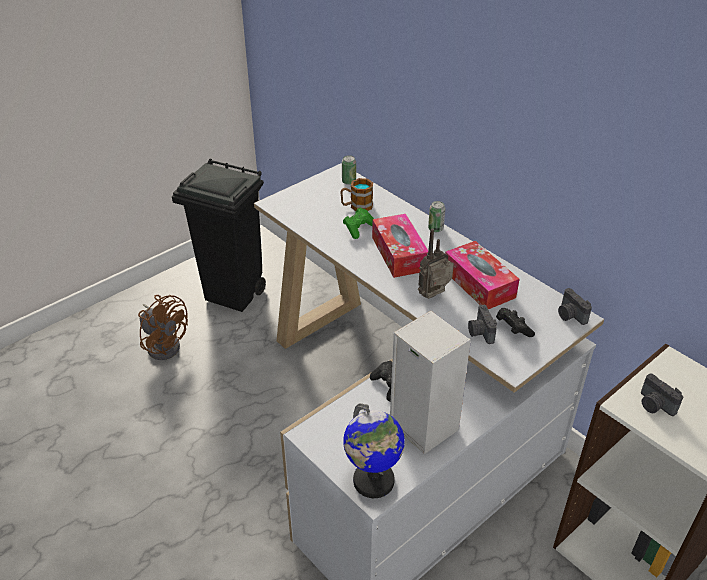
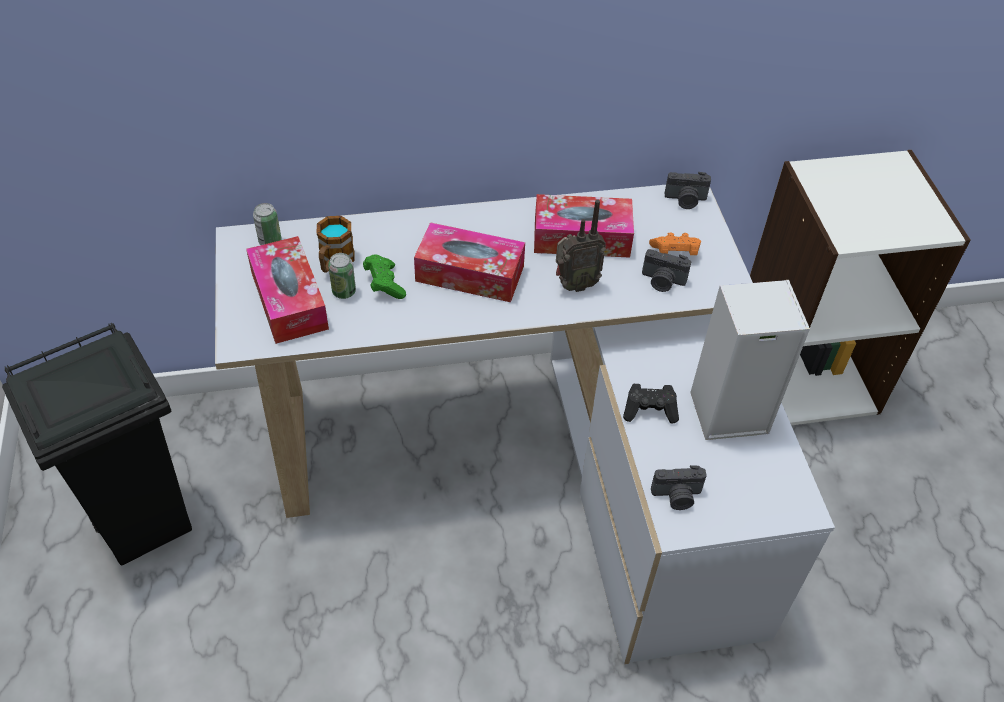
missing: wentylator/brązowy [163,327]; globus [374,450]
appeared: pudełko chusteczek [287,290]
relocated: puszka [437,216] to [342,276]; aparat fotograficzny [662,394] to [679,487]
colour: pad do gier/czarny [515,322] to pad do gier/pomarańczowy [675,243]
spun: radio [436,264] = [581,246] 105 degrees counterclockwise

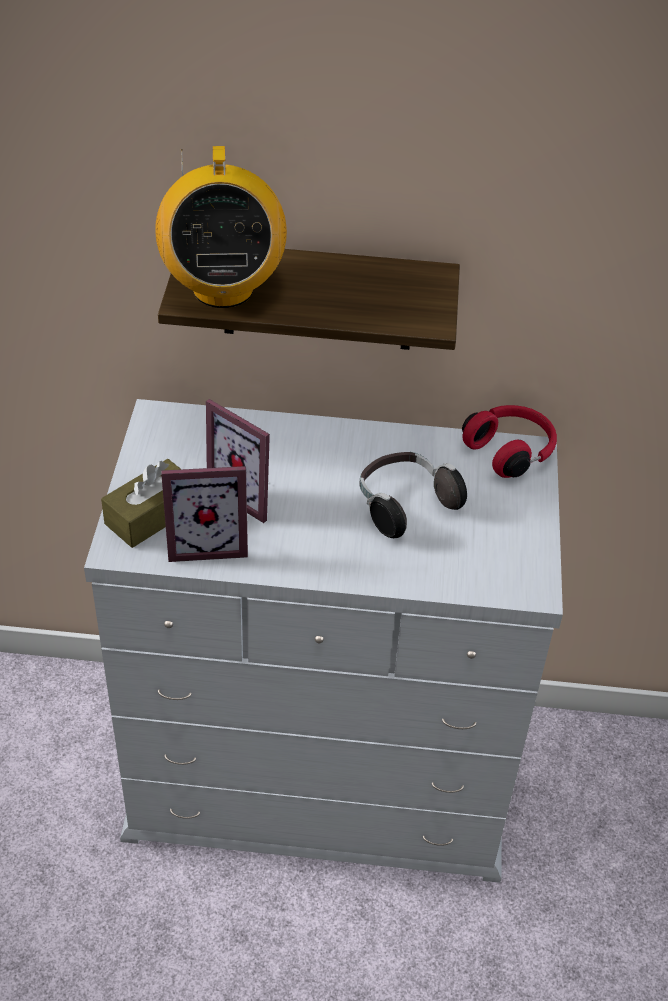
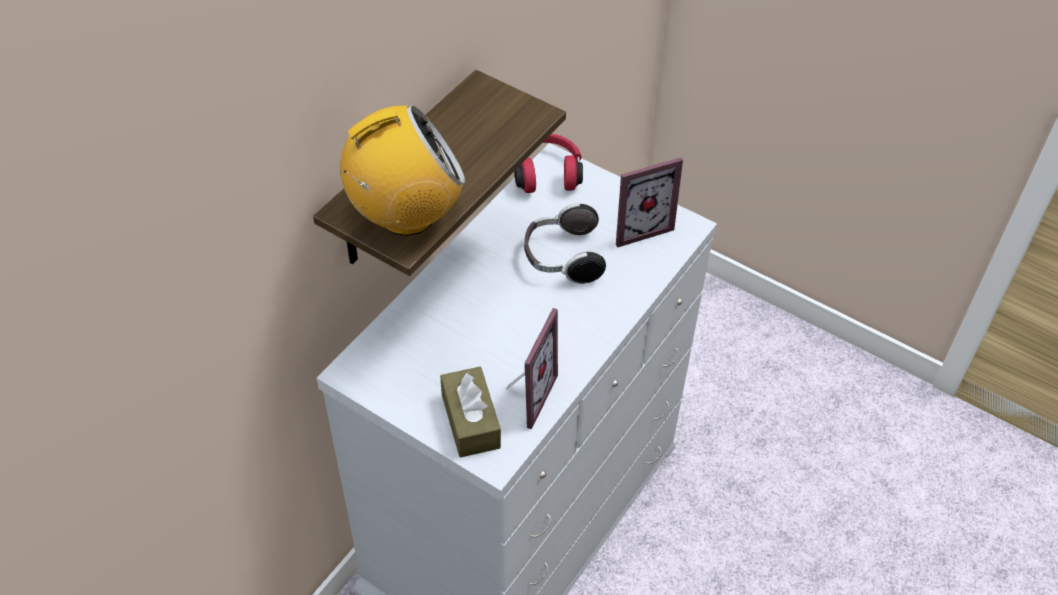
relocated: ramka na zdjęcie [238,461] to [649,203]
spun: radio [221,227] = [402,170] 45 degrees counterclockwise

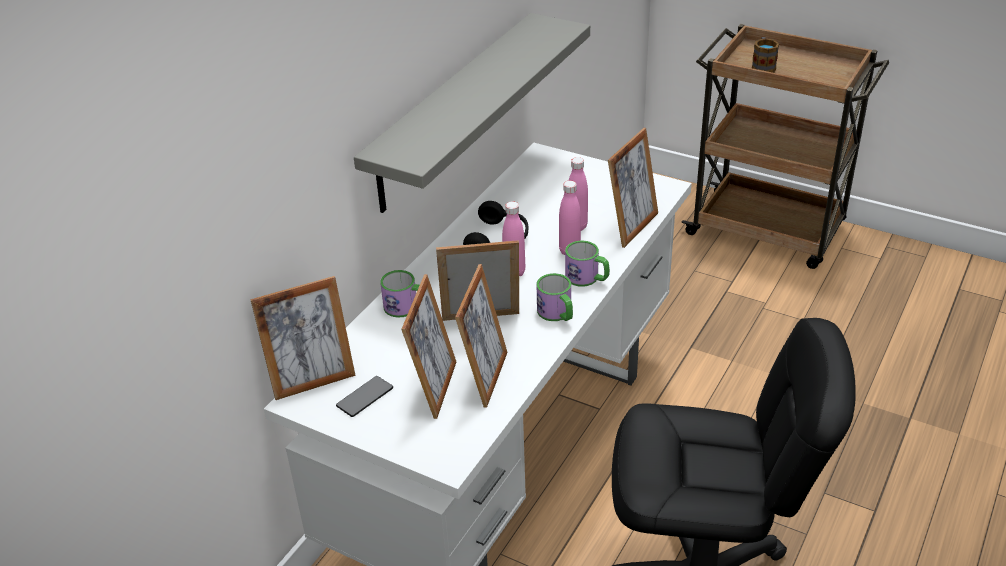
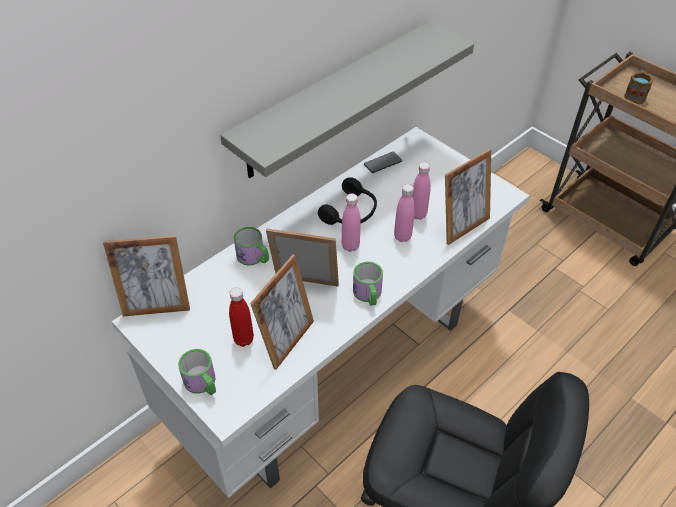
relocated: telefon [364,396] to [383,162]; kubek [587,263] to [197,372]
exchanged: ramka na zdjęcie [428,346] to butelka/czerwony [241,317]

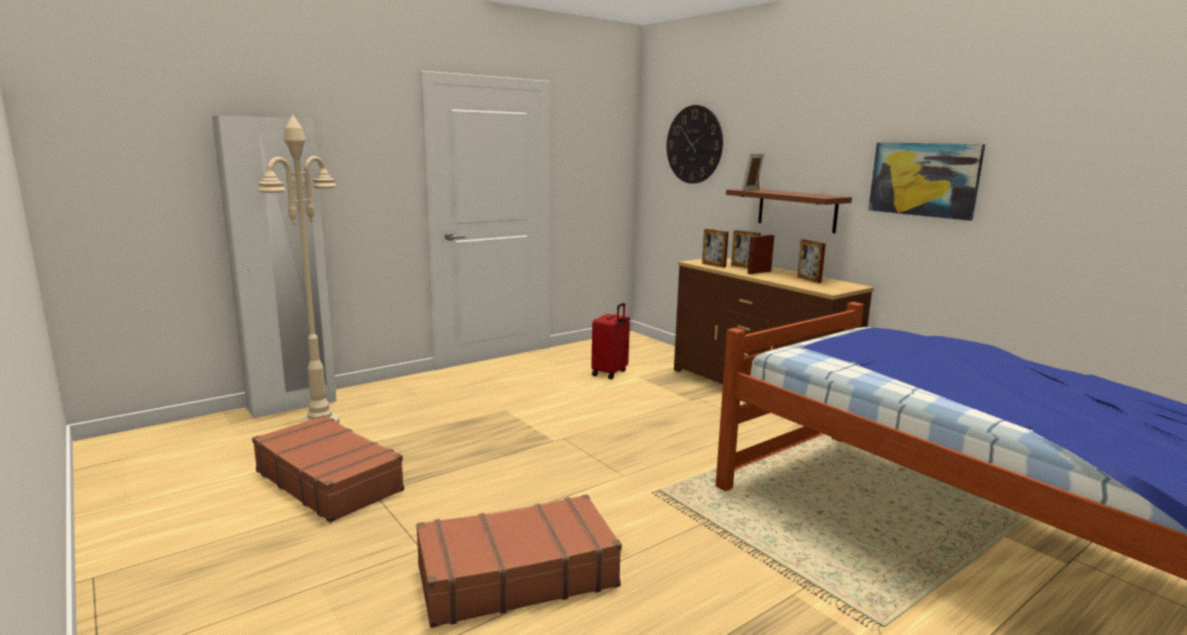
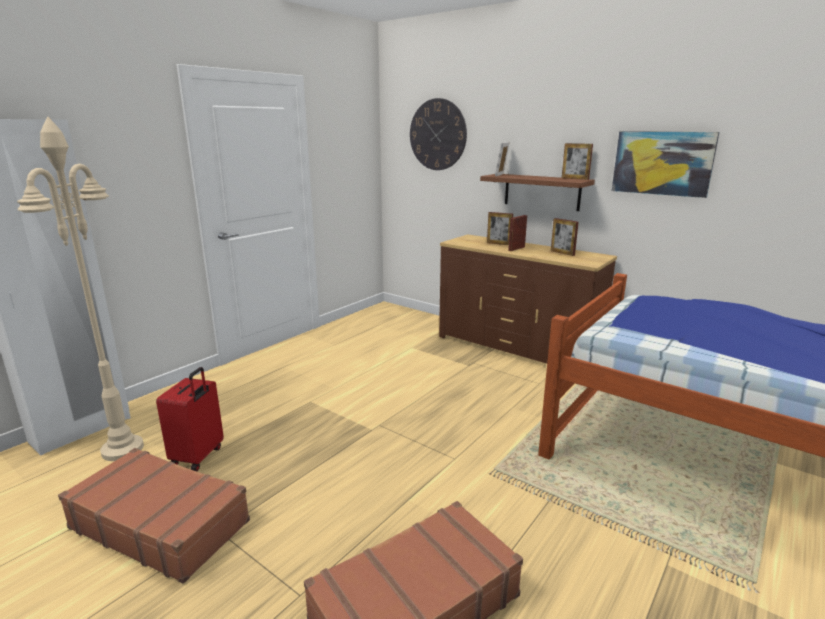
relocated: walizka/czerwony [610,341] to [190,419]; ramka na zdjęcie [715,248] to [577,161]

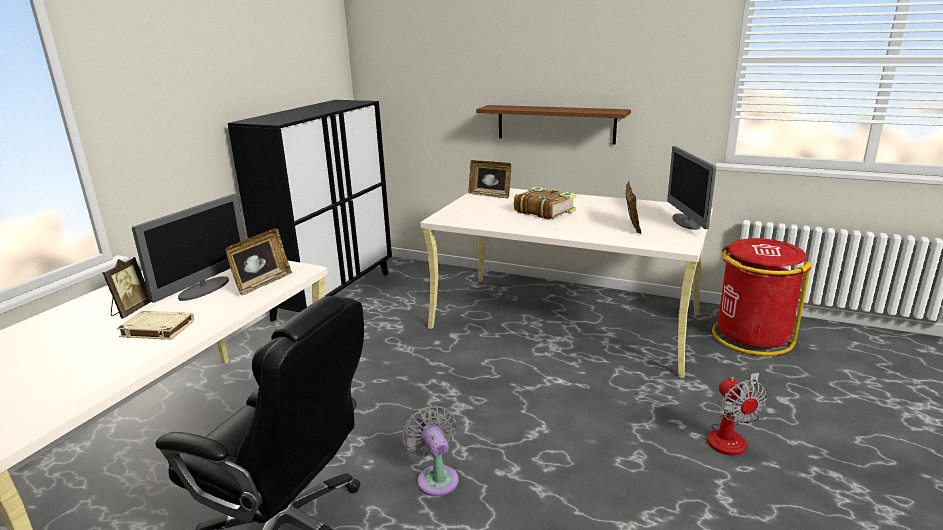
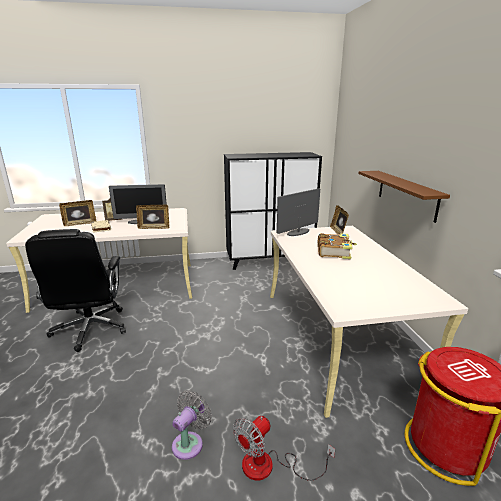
relocated: wentylator/szary [430,450] to [192,425]; ramka na zdjęcie [633,208] to [77,213]; monitor [691,188] to [298,212]

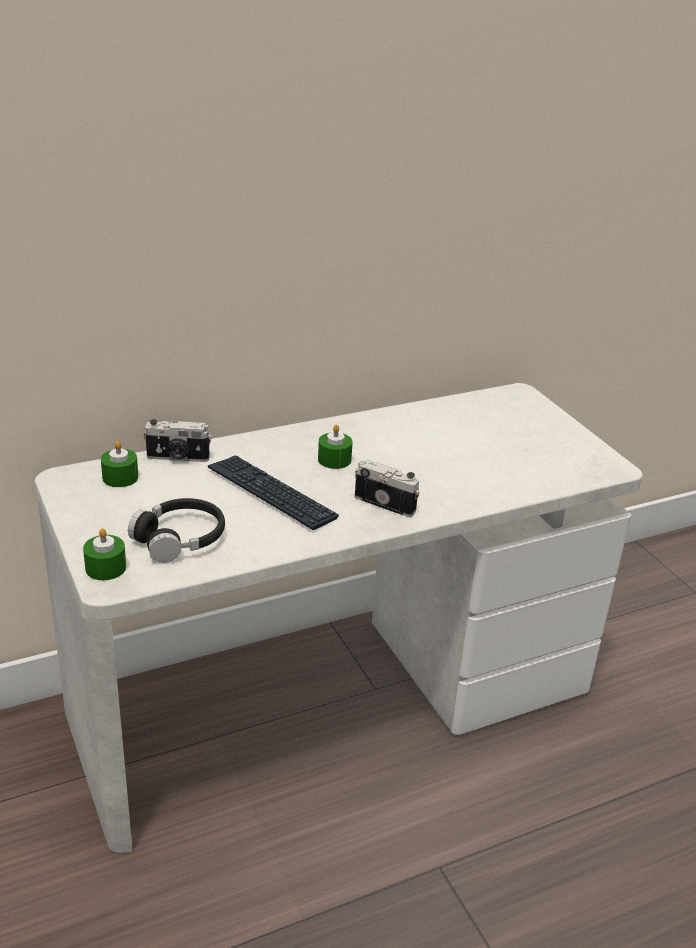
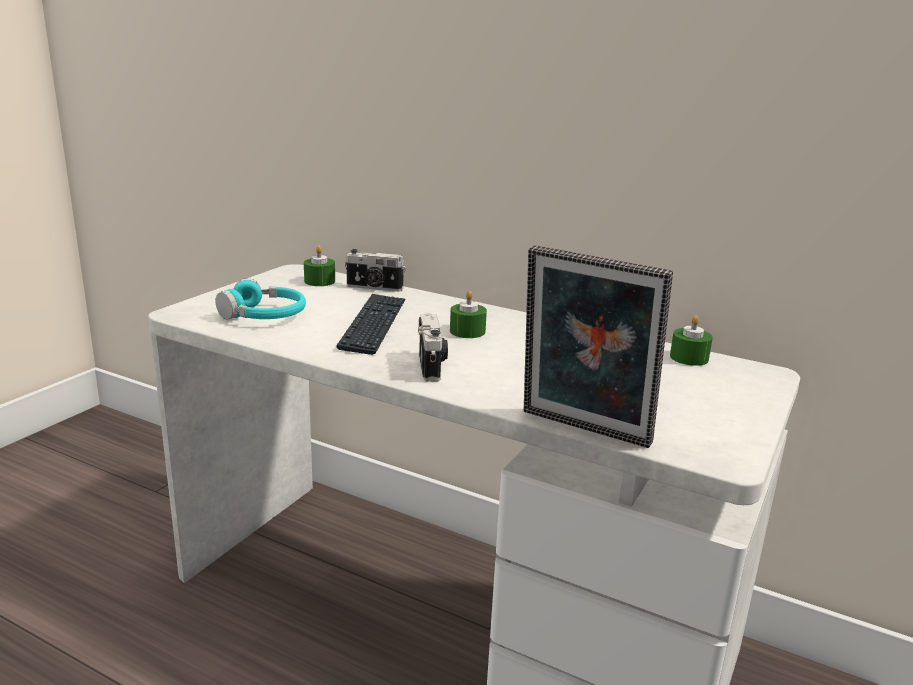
appeared: ramka na zdjęcie [598,347]
relocated: świeca/zielony [104,554] to [691,340]
colour: słuchawki/czarny [176,530] to słuchawki/turkusowy [260,299]
spun: aparat fotograficzny [177,440] = [375,270] 45 degrees counterclockwise

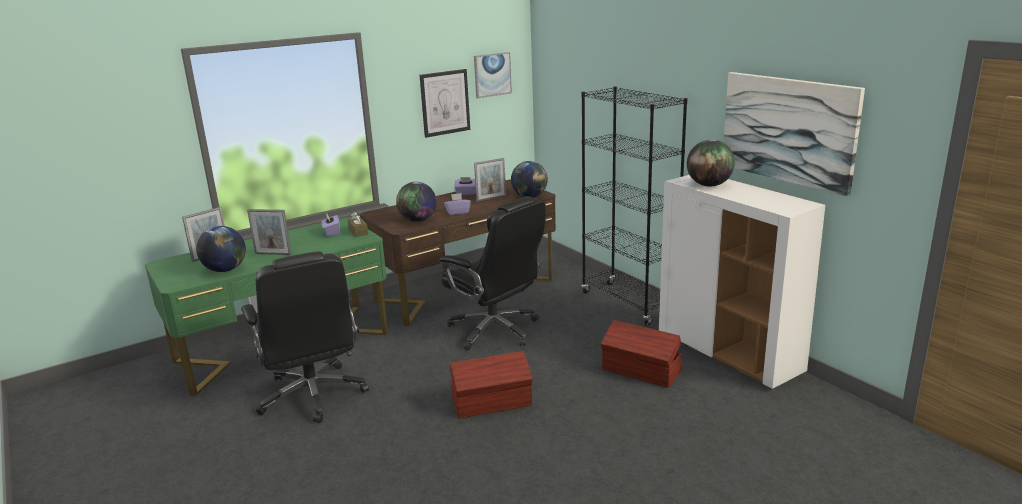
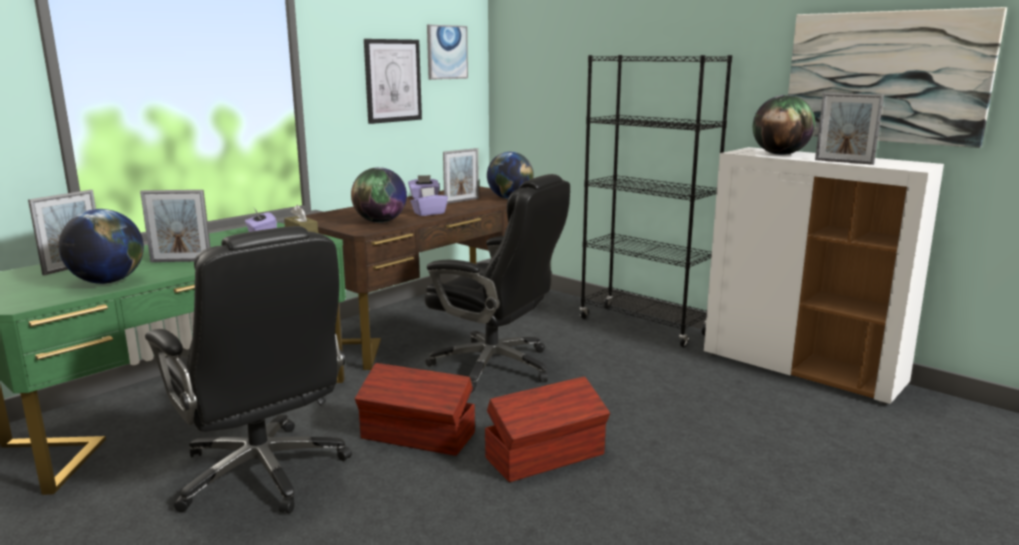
appeared: ramka na zdjęcie [849,129]
relocated: pojemnik do przechowywania/brązowy [641,354] to [415,409]

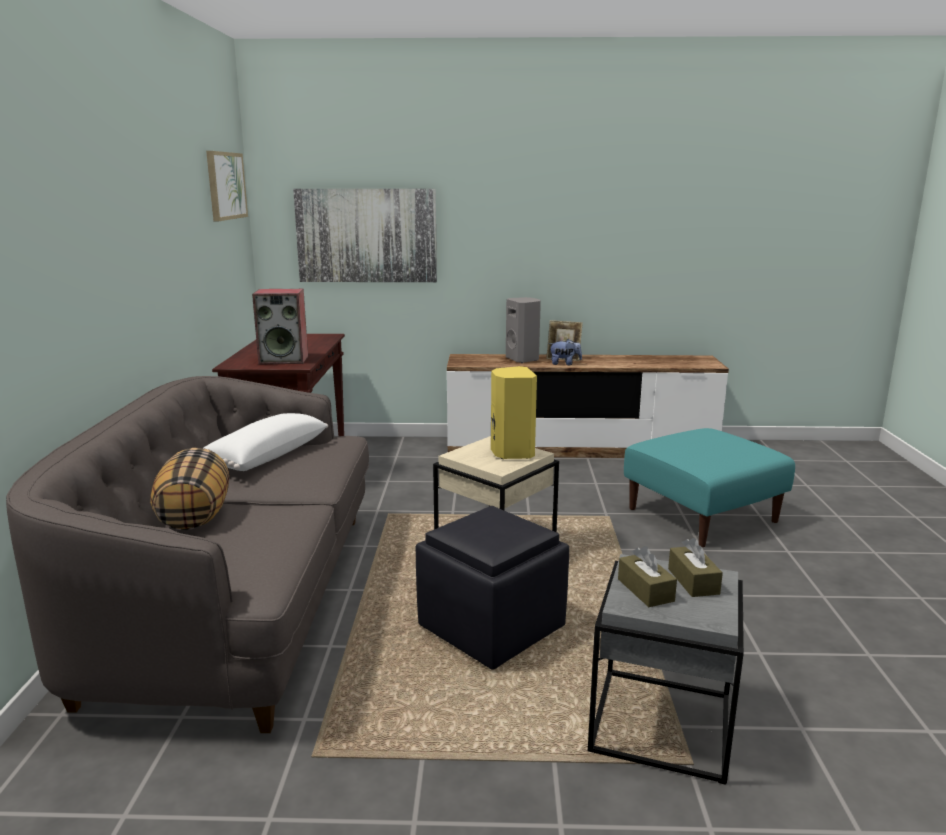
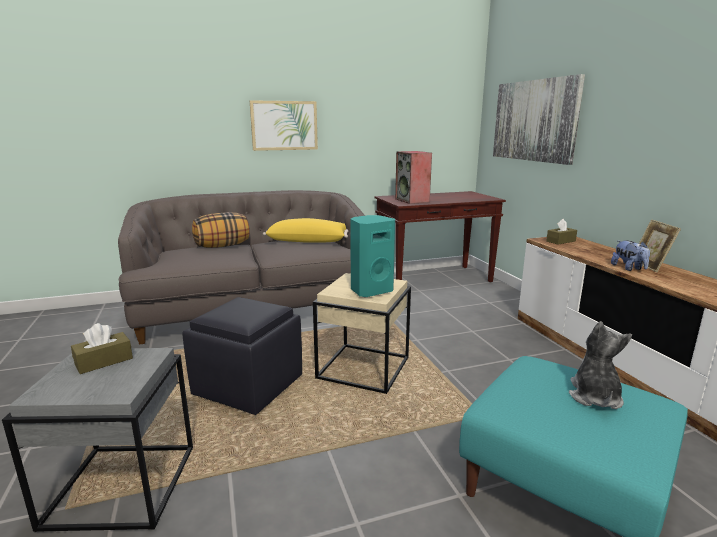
missing: głośnik/szary [523,330]
appeared: pluszak [600,365]
relocated: obraz [227,186] to [284,125]; pudełko chusteczek/brązowy [695,567] to [561,232]
colour: poduszka/biały [266,442] to poduszka/żółty [305,230]; głośnik/żółty [514,412] to głośnik/turkusowy [372,256]

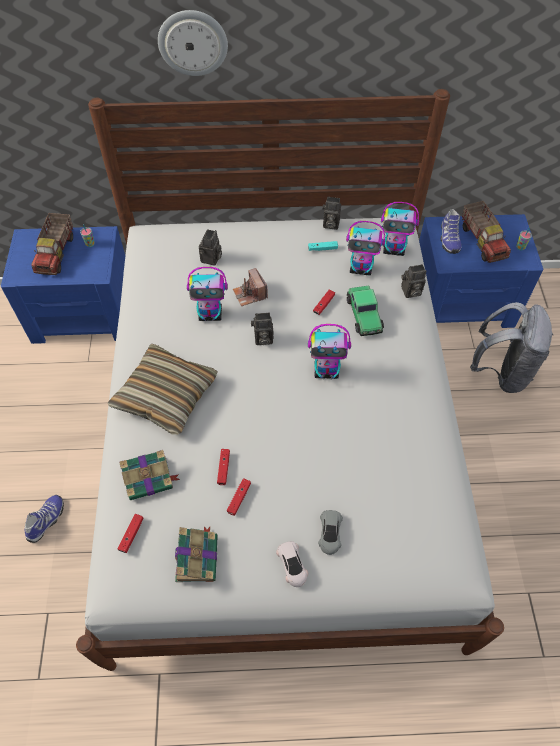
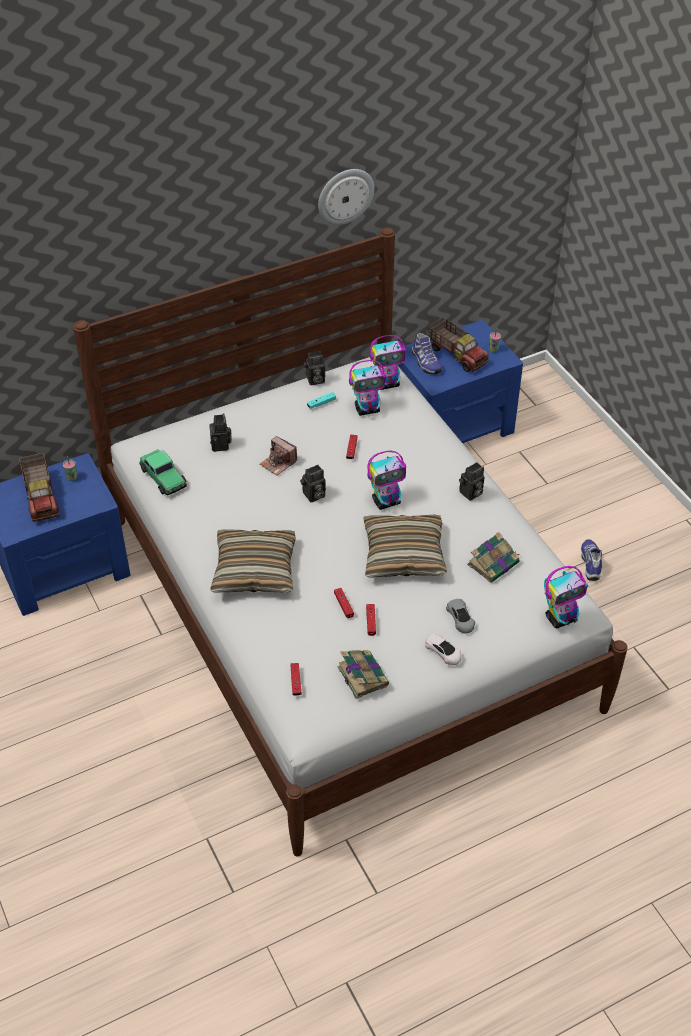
missing: plecak/szary [511,347]
appeared: poduszka [405,546]
relocated: but [44,519] to [591,560]; książka [149,475] to [493,557]; zegar ścienny [193,43] to [346,197]; robot zabawkowy [207,294] to [566,597]; samochodzik [365,311] to [163,472]; aparat fotograficzny [413,281] to [472,481]

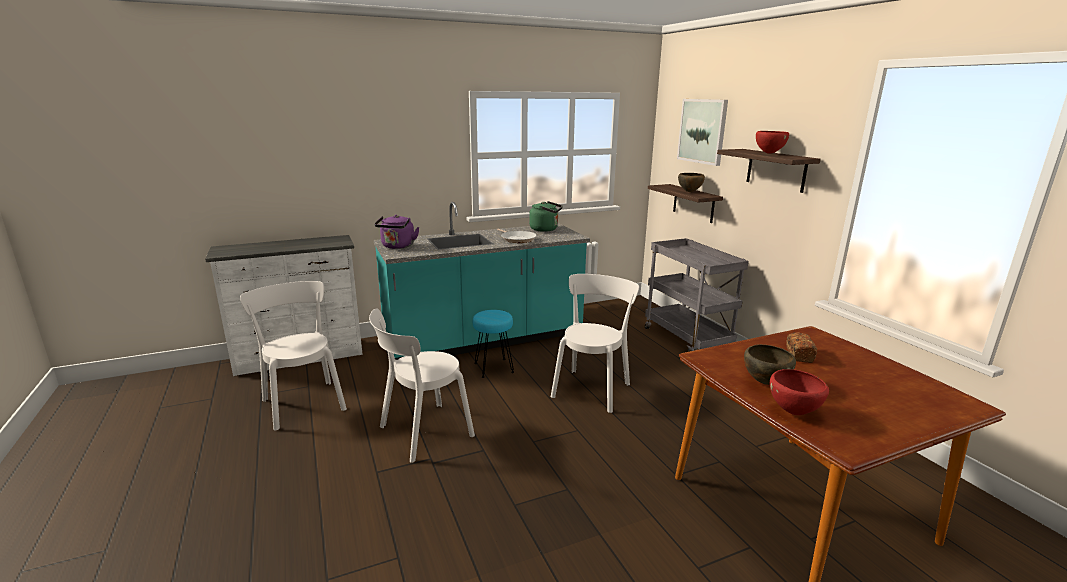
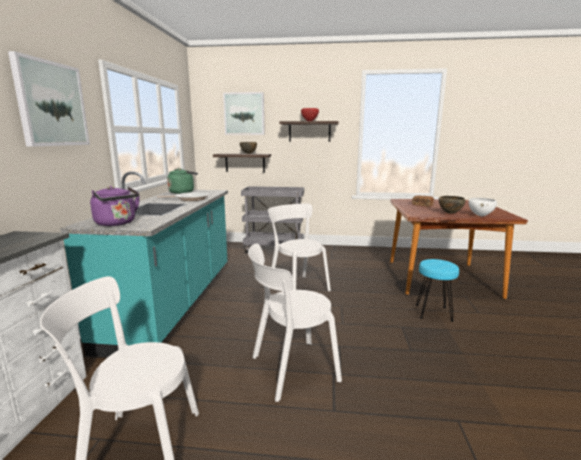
appeared: obraz [49,99]
relocated: stołek/turkusowy [493,344] to [437,290]
colour: miska/czerwony [799,392] to miska/biały [483,207]
spun: krzesło/biały [422,385] = [295,322] 75 degrees clockwise

